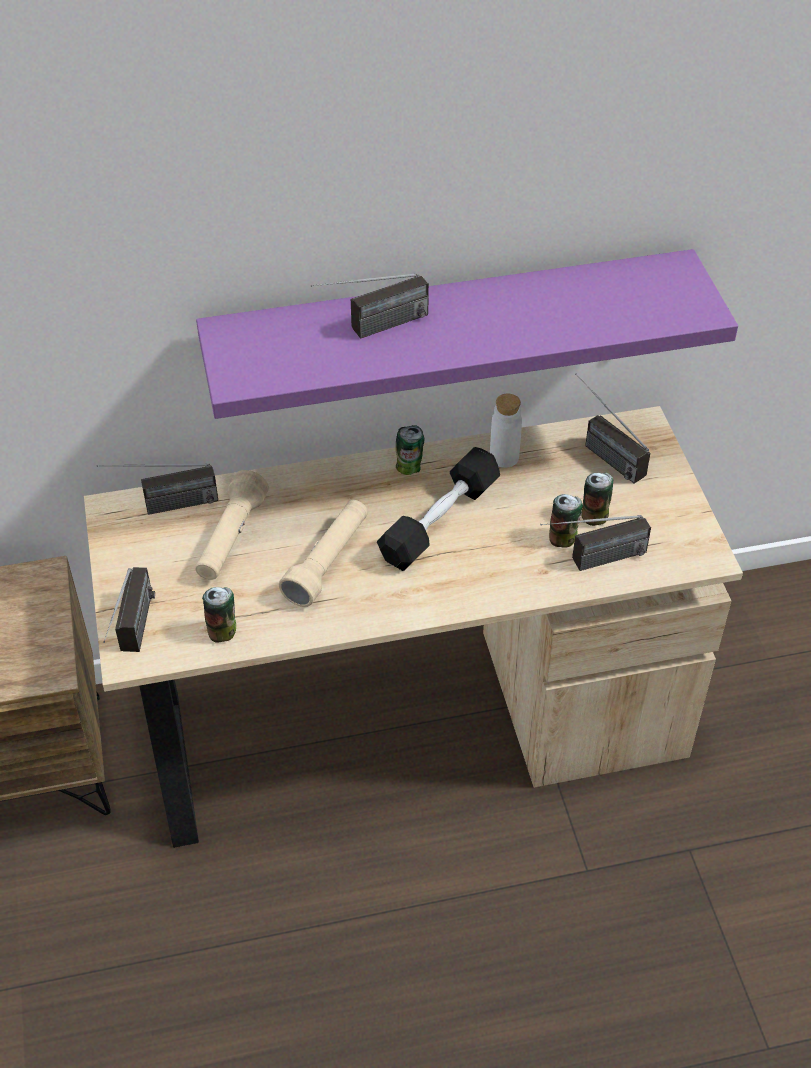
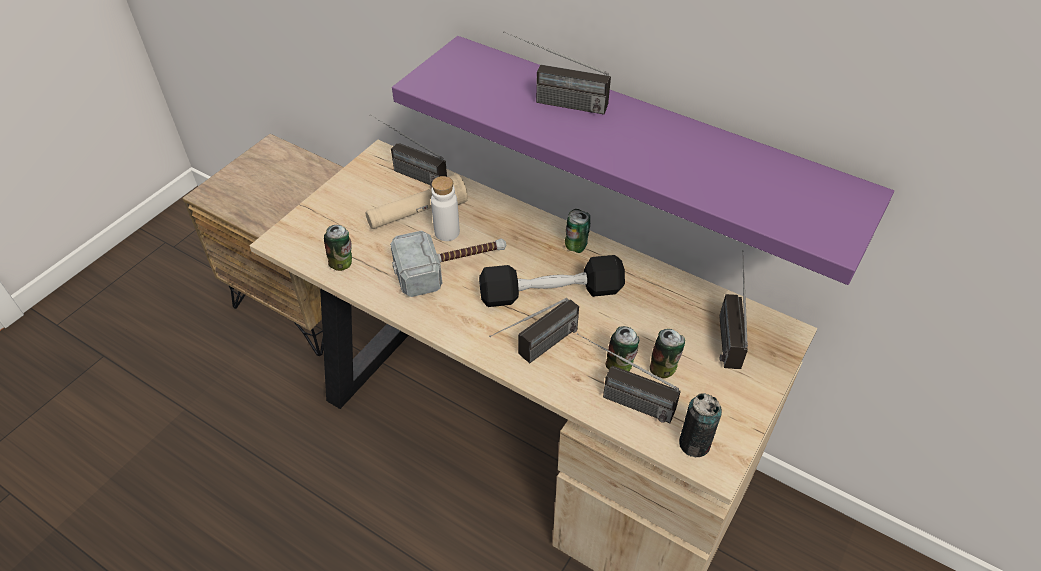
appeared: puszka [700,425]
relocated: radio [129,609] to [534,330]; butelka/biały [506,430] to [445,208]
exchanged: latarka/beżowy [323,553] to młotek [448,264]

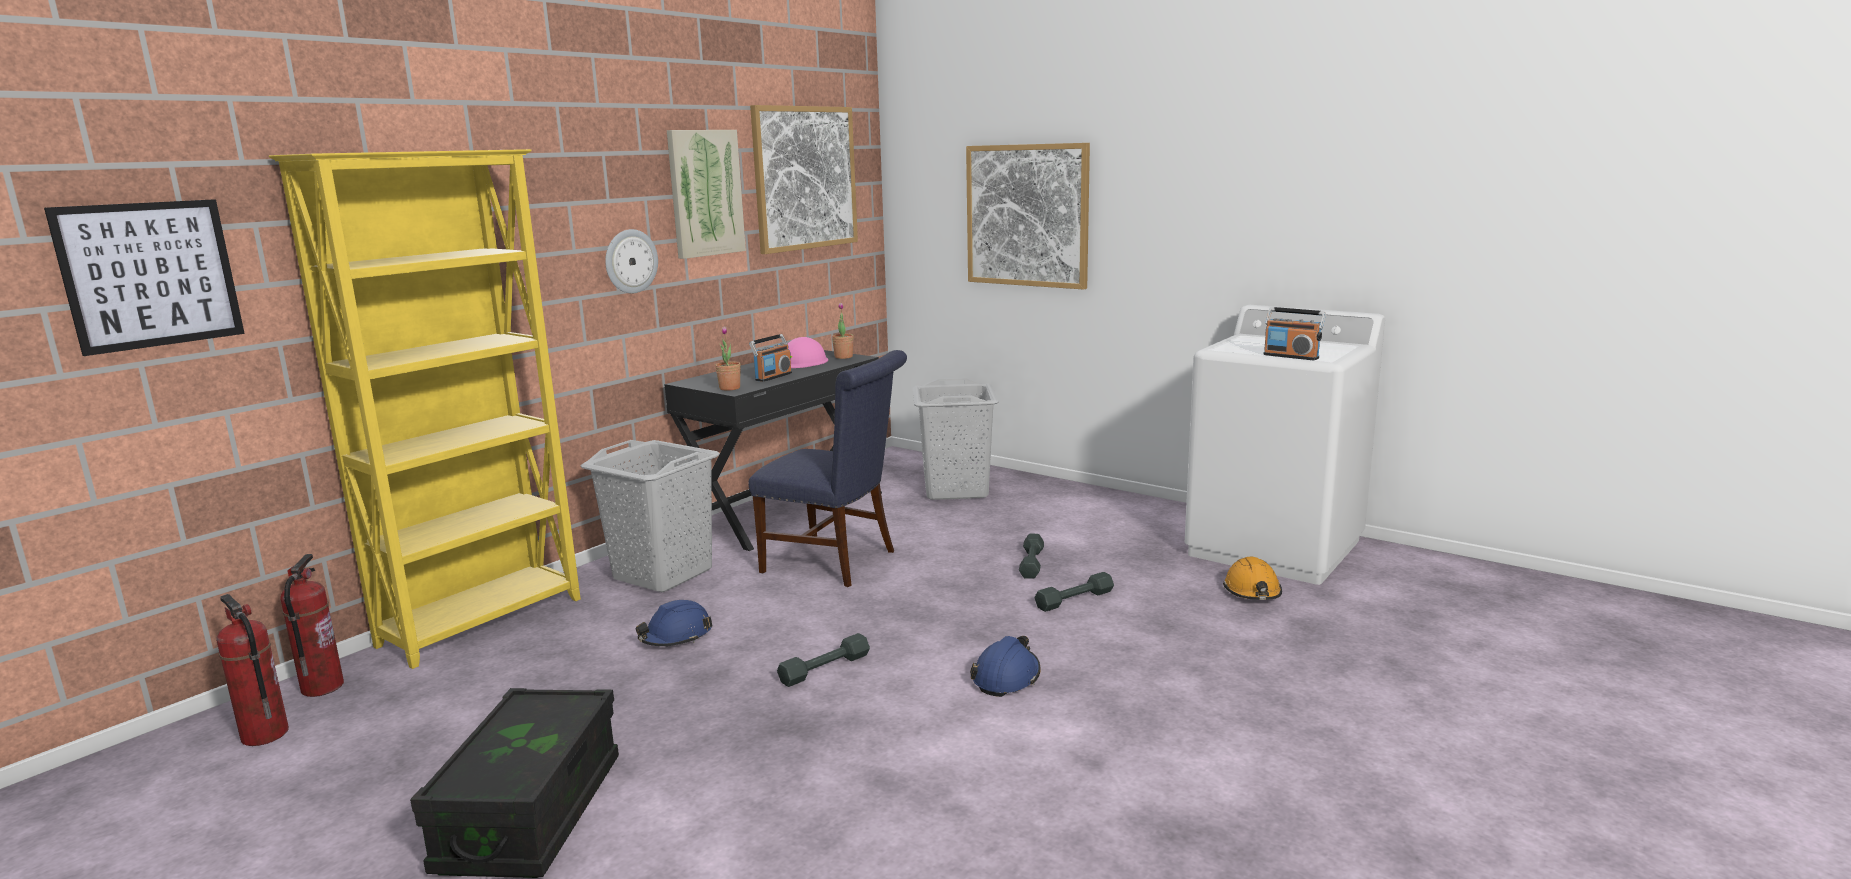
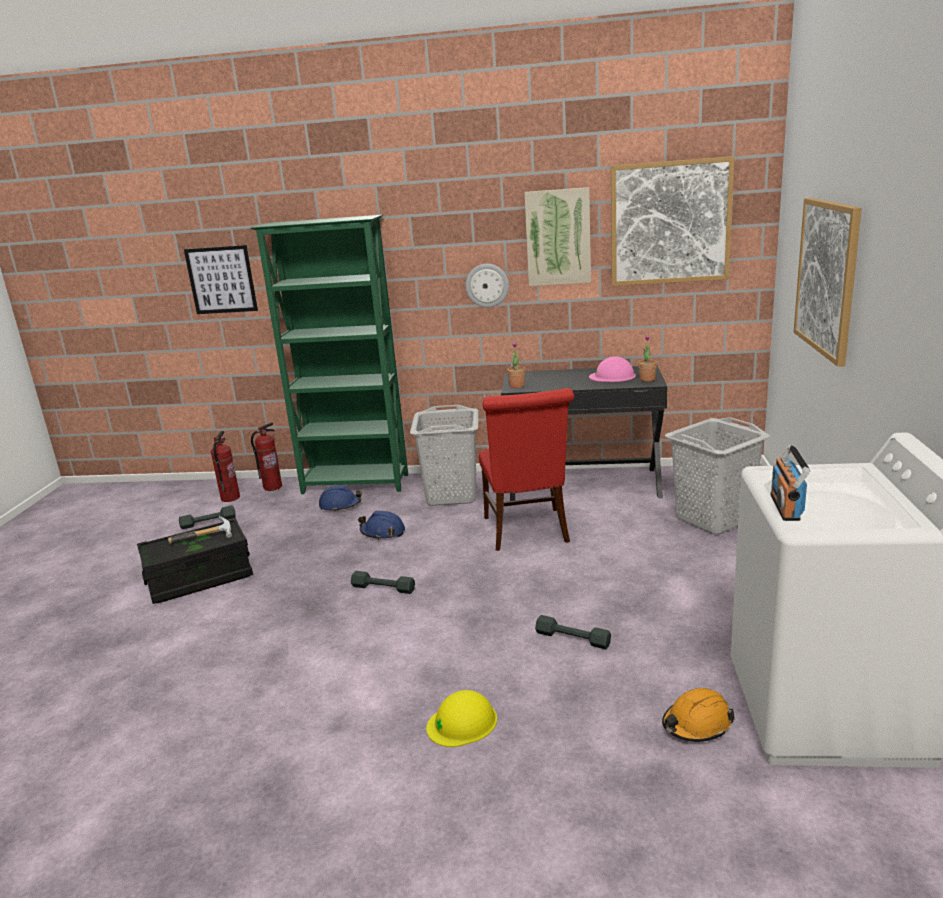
missing: radio [770,358]
appeared: młotek [200,530]; kask/żółty [461,718]
relocated: kask/niebieski [1005,666] to [340,498]; hantel/szary [1031,556] to [207,517]
colour: regał/żółty [425,409] to regał/zielony [329,354]; krzesło/niebieski [828,468] to krzesło/czerwony [526,469]

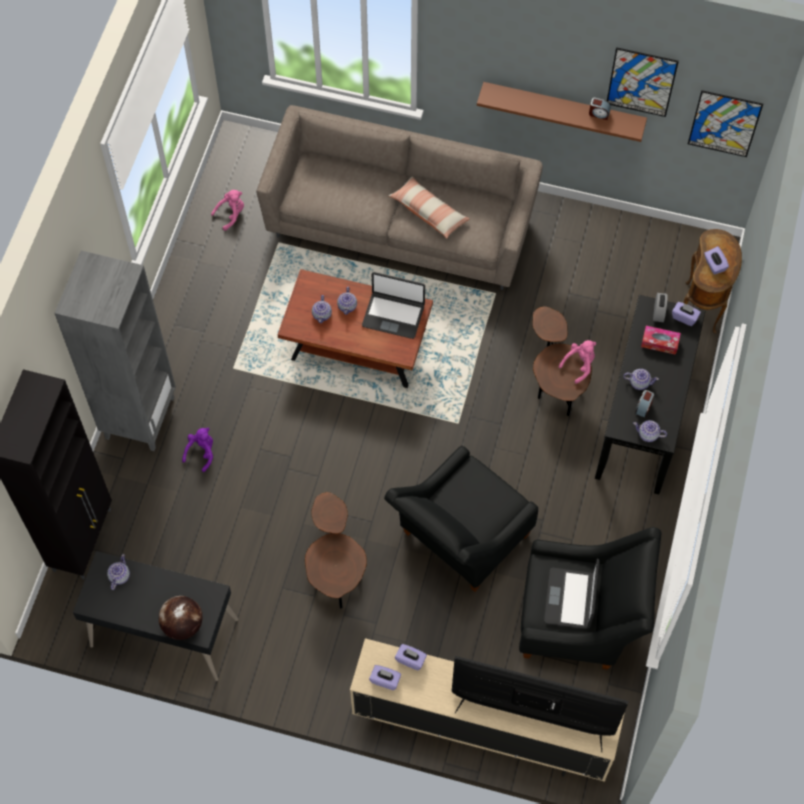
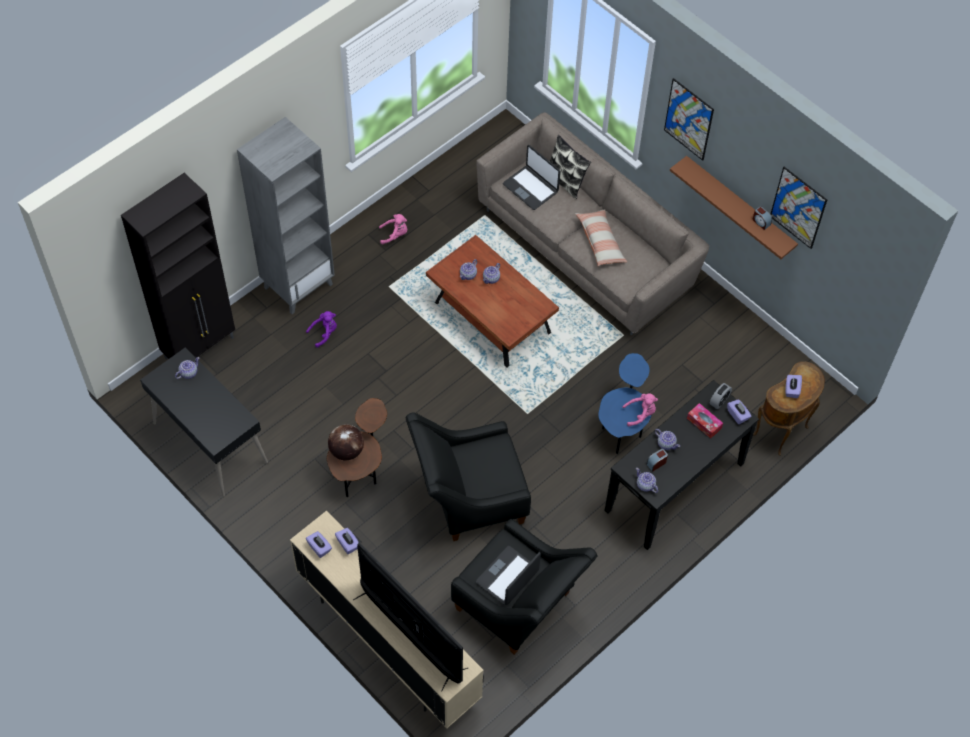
appeared: poduszka [570,167]
relocated: globus [180,618] to [346,442]; pluszak/różowy [227,210] to [393,229]; laptop [393,305] to [531,177]; obraz [725,123] to [689,119]
colour: stolik/brązowy [562,361] to stolik/niebieski [624,403]

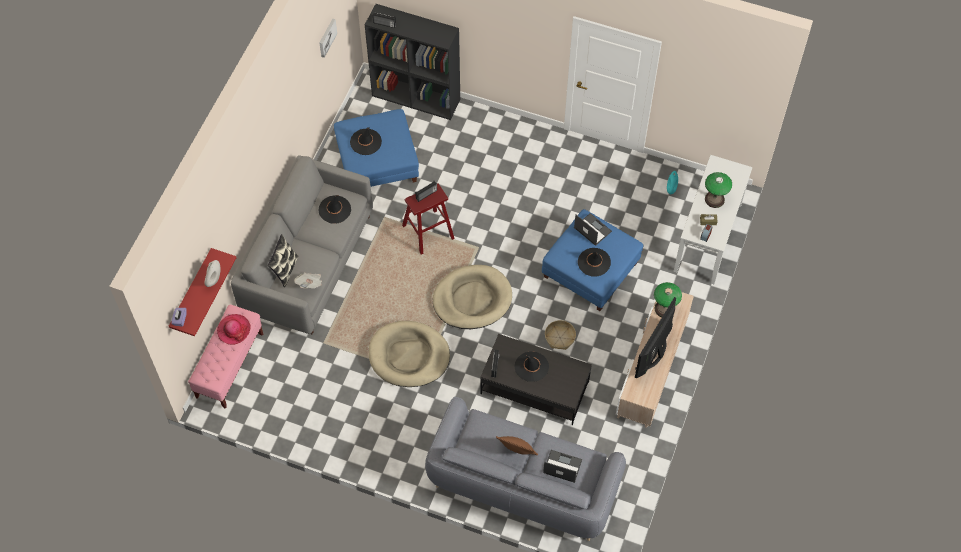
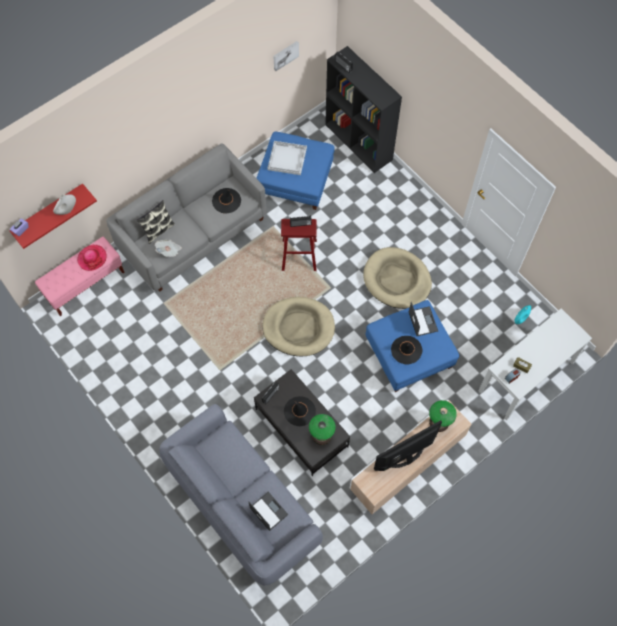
missing: poduszka/brązowy [517,445]; koszyk [560,335]
relocated: legowisko/beżowy [409,354] to [397,278]; lampa stołowa [718,190] to [322,429]
exchanged: kapelusz/czarny [366,141] to taca/biały [287,158]

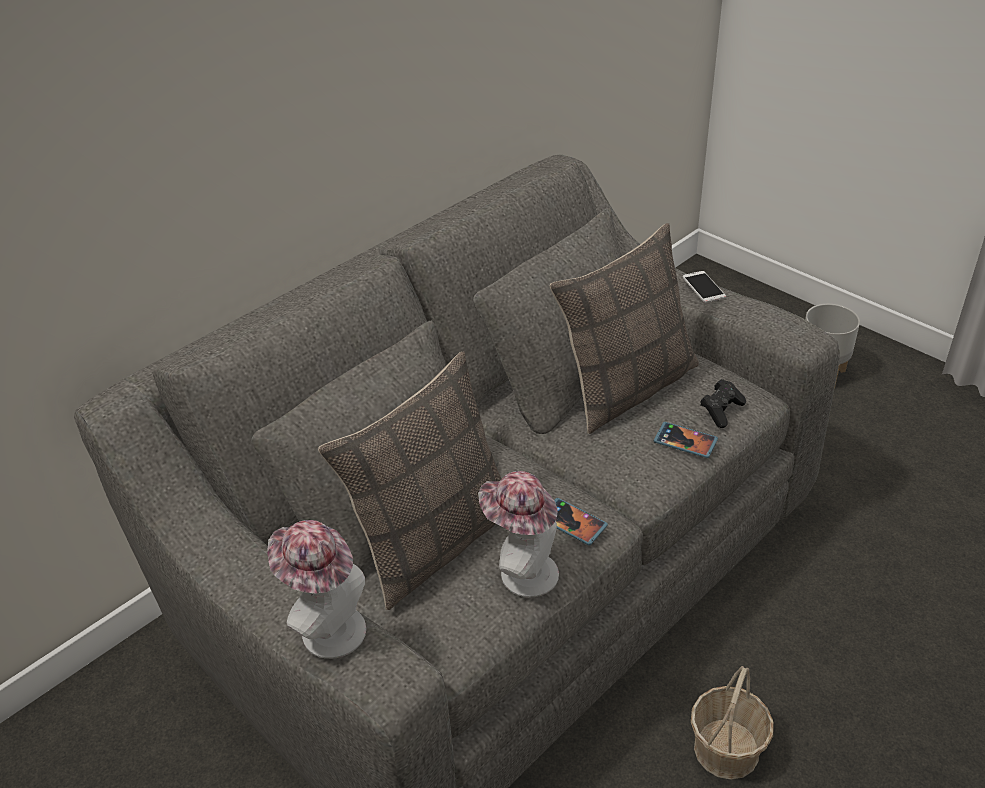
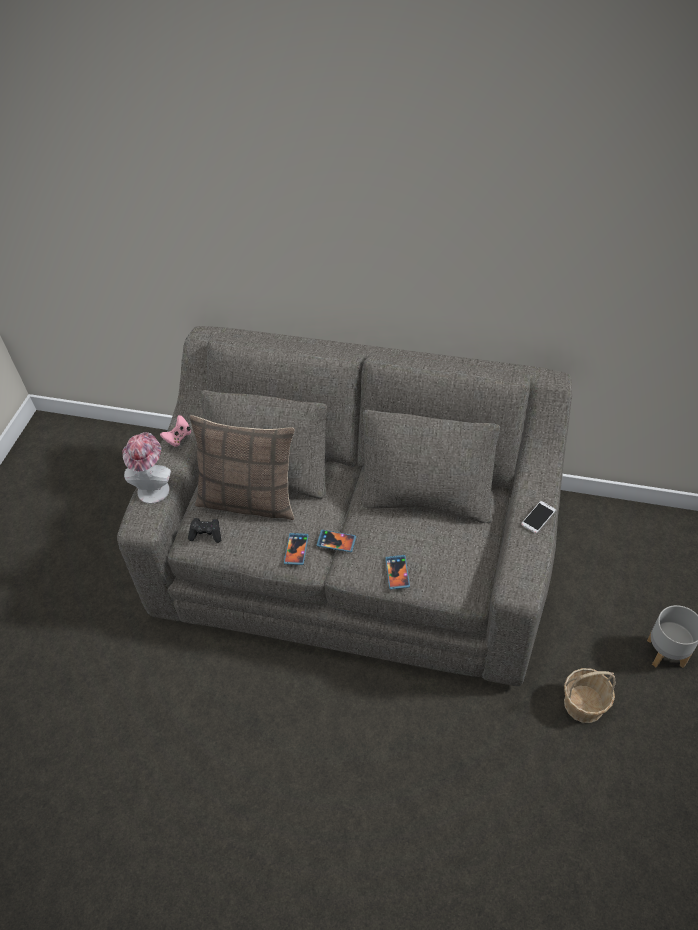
missing: kapelusz [518,534]; poduszka [624,328]
appeared: pad do gier/różowy [175,431]; telefon [336,541]
relocated: koszyk [732,723] to [590,695]; pad do gier/czarny [723,403] to [204,530]

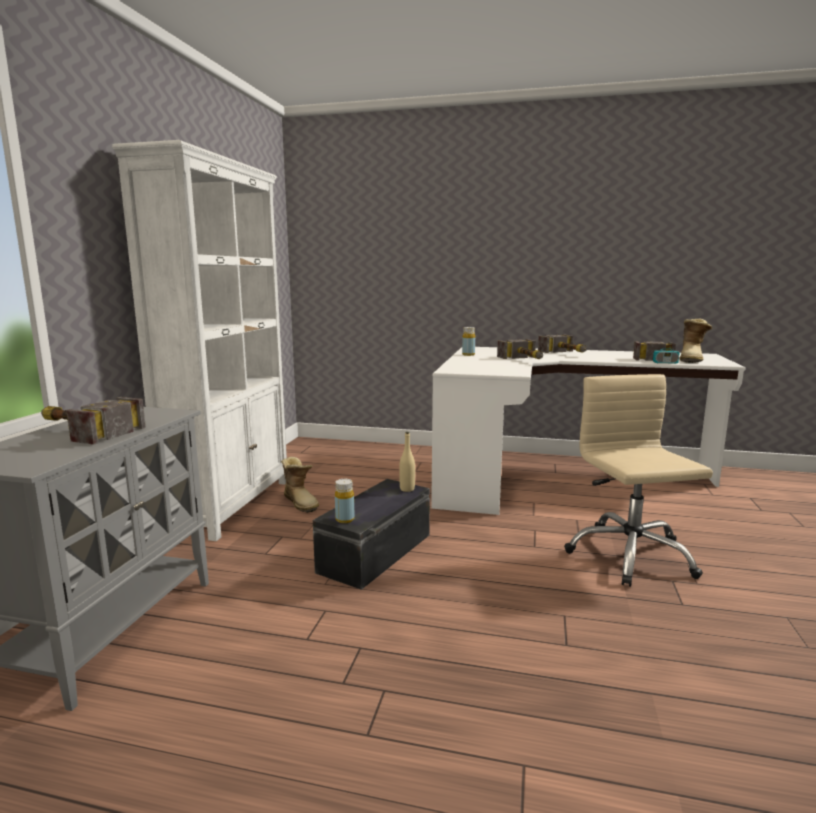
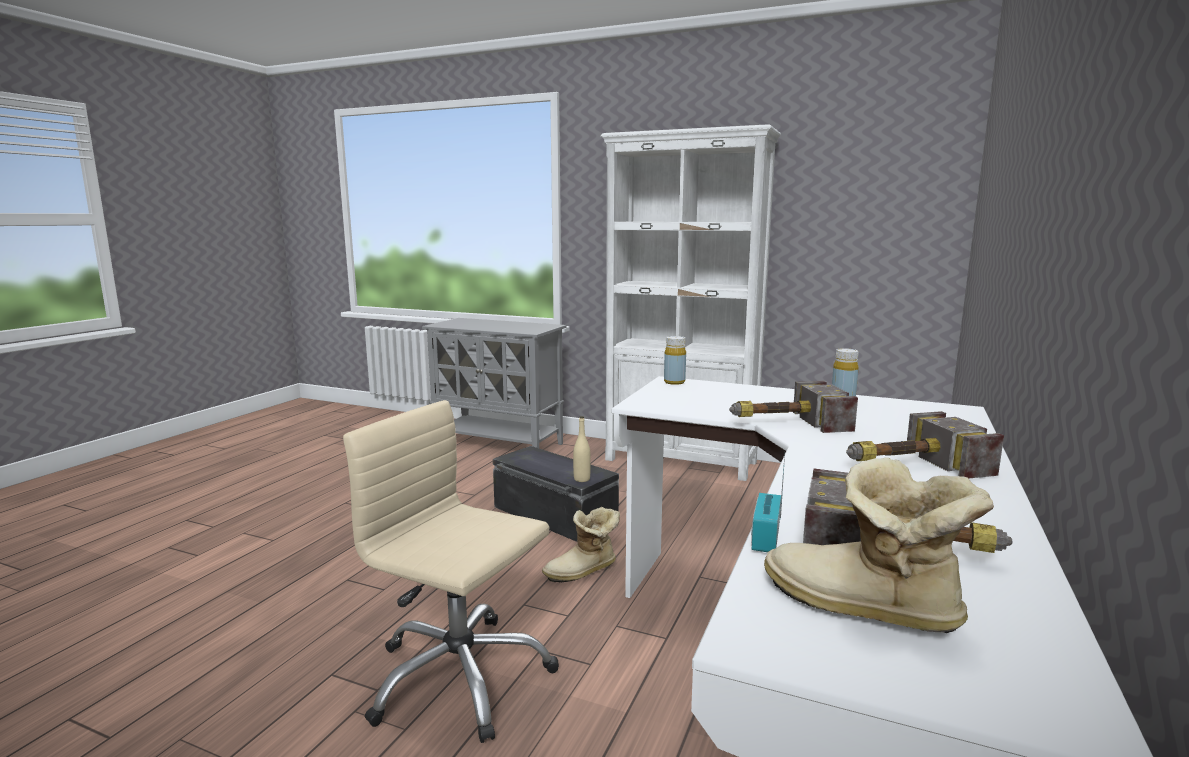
missing: młotek [93,421]
relocated: but z cholewką [300,485] to [581,544]; butelka/żółty [345,501] to [675,360]
spun: krzesło biurowe/beżowy [638,480] = [451,571] 150 degrees counterclockwise

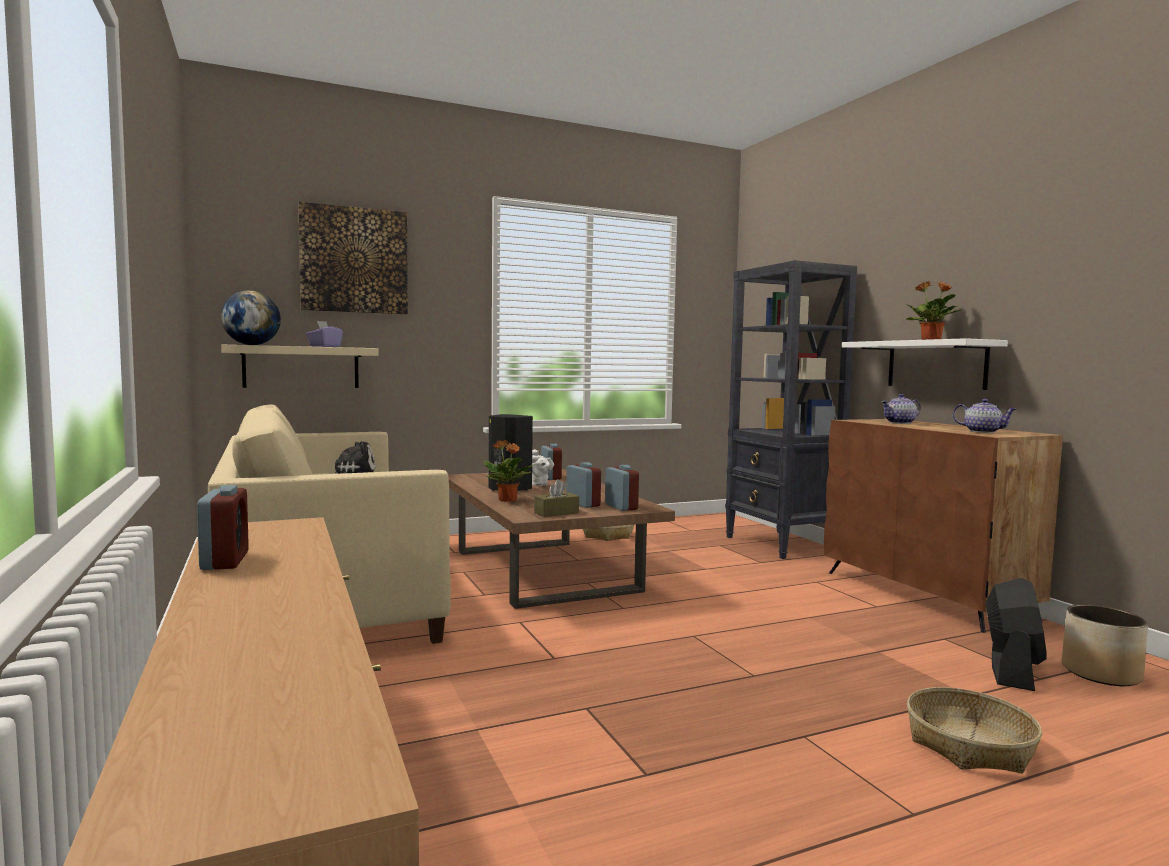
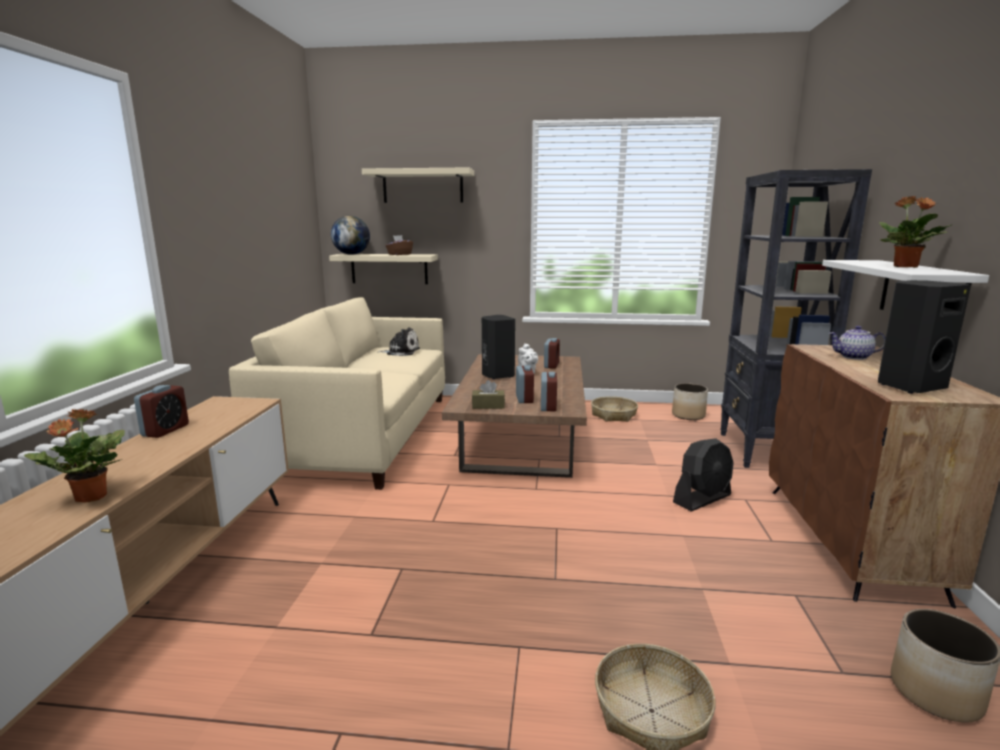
appeared: donica [690,401]
relocated: roślina doniczkowa [508,471] to [74,455]; wentylator/czarny [1016,634] to [703,474]
exchanged: obraz [353,258] to półka/beżowy [418,185]; imbryk [985,416] to głośnik/czarny [924,336]
colour: pudełko chusteczek/fioletowy [324,334] to pudełko chusteczek/brązowy [399,245]

